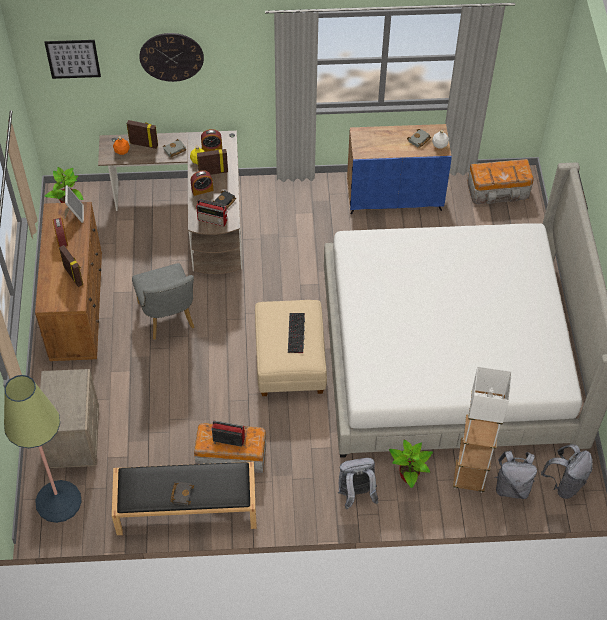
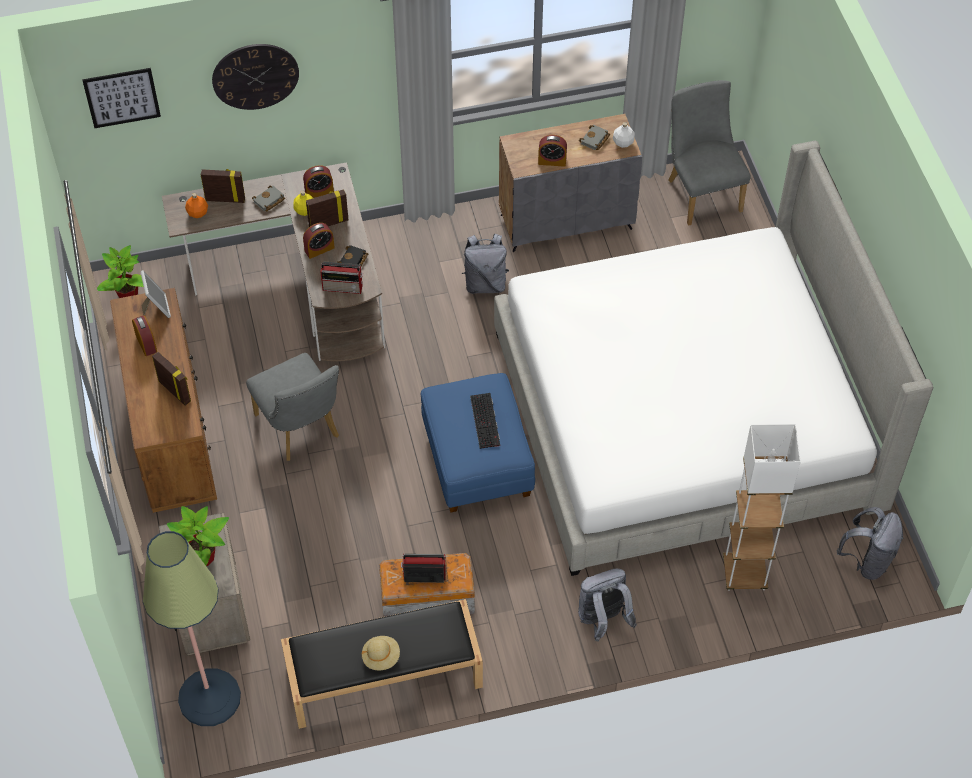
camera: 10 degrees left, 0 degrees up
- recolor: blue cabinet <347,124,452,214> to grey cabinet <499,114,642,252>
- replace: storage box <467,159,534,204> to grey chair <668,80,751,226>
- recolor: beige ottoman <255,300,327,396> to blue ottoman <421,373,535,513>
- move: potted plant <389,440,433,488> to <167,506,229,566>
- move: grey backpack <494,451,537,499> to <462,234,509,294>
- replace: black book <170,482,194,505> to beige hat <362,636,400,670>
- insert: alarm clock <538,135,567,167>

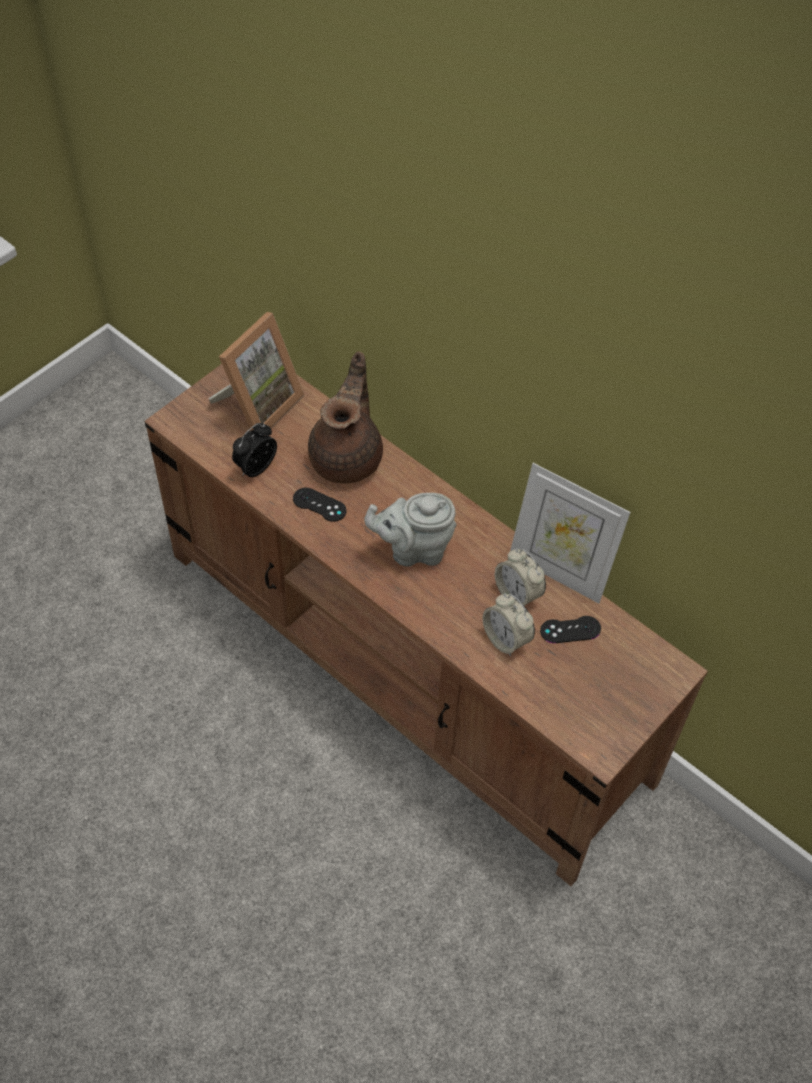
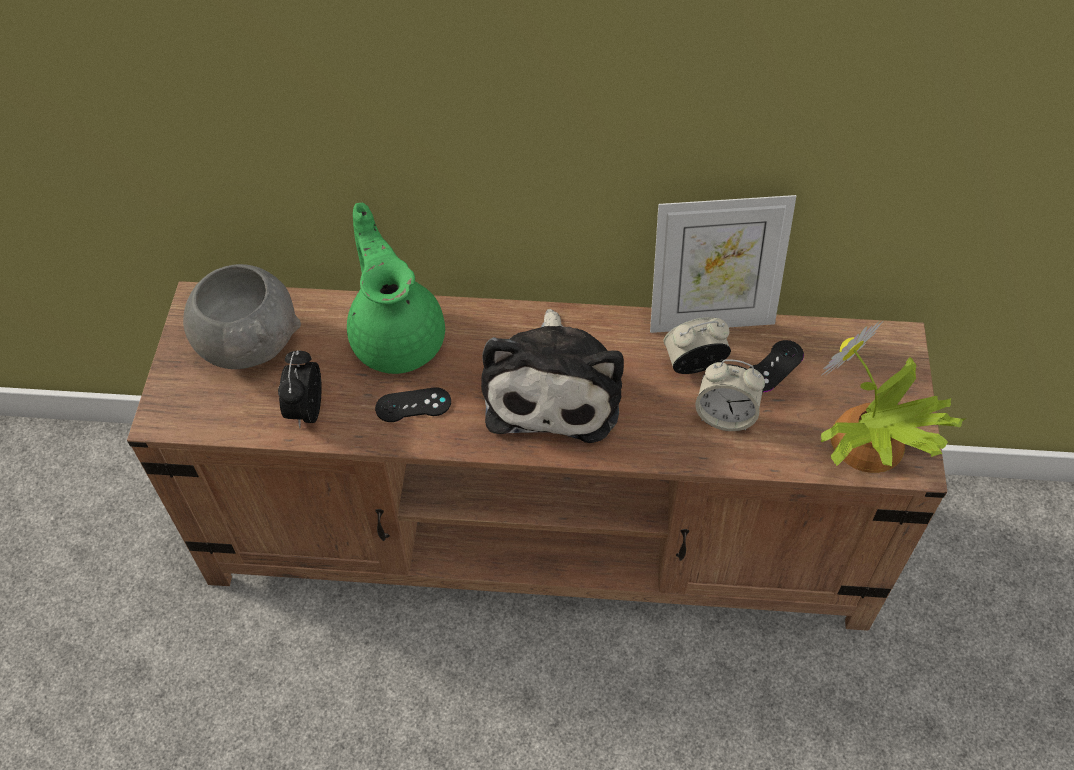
camera: 35 degrees left, 0 degrees up
- replace: picture frame <208,312,304,430> to grey bowl <183,264,301,369>
- recolor: brown teapot <308,351,383,483> to green teapot <347,203,445,374>
- replace: grey teapot <364,493,456,567> to plush toy <481,309,624,443>
- rotate: alarm clock <495,549,546,606> = <663,317,731,374> 150 degrees clockwise
- insert: potted plant <821,321,966,473>

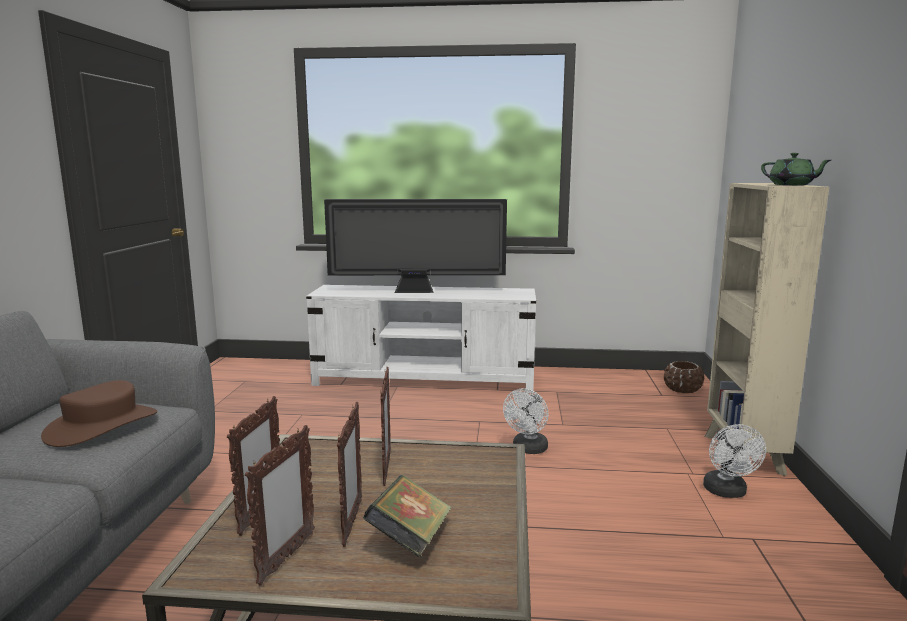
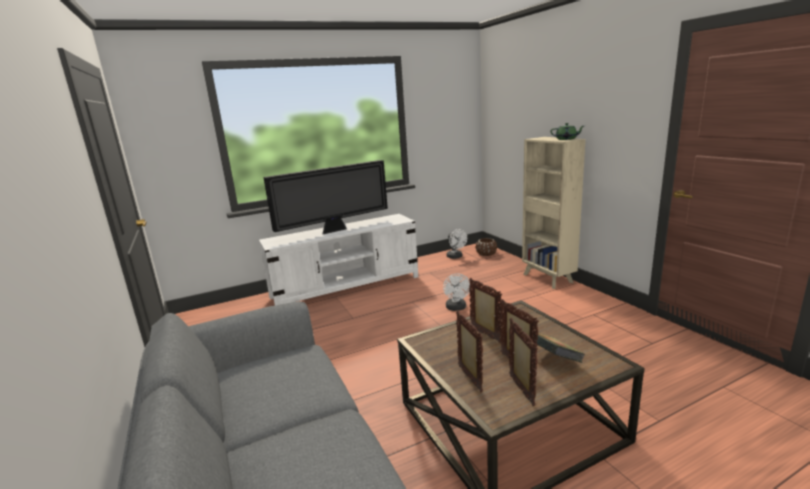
camera: 30 degrees left, 5 degrees up
- delete: brown hat <41,380,157,447>
- move: white fan <703,424,766,498> to <447,229,467,259>

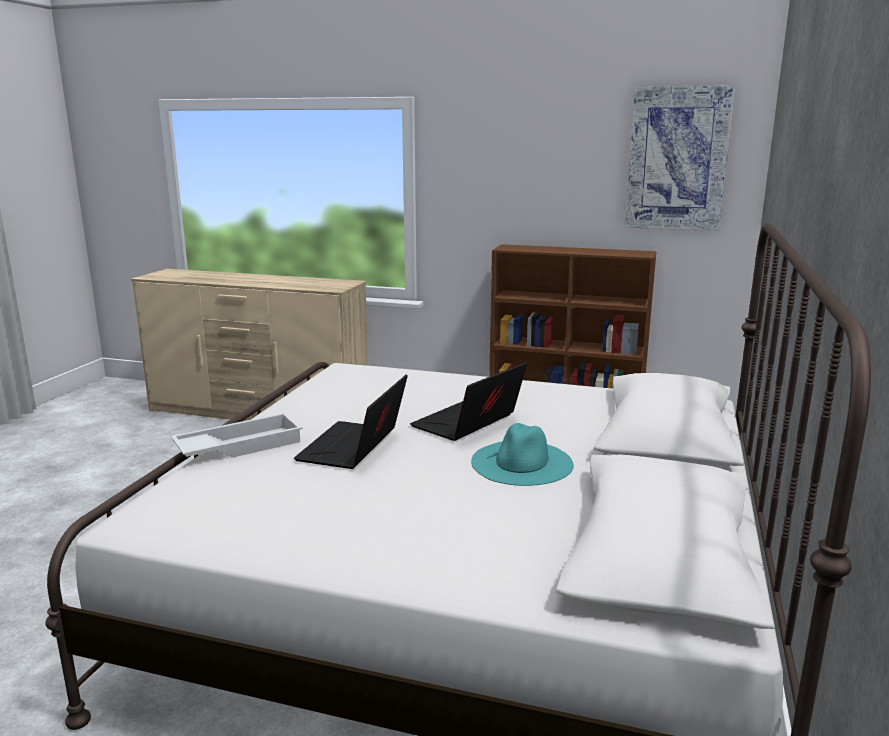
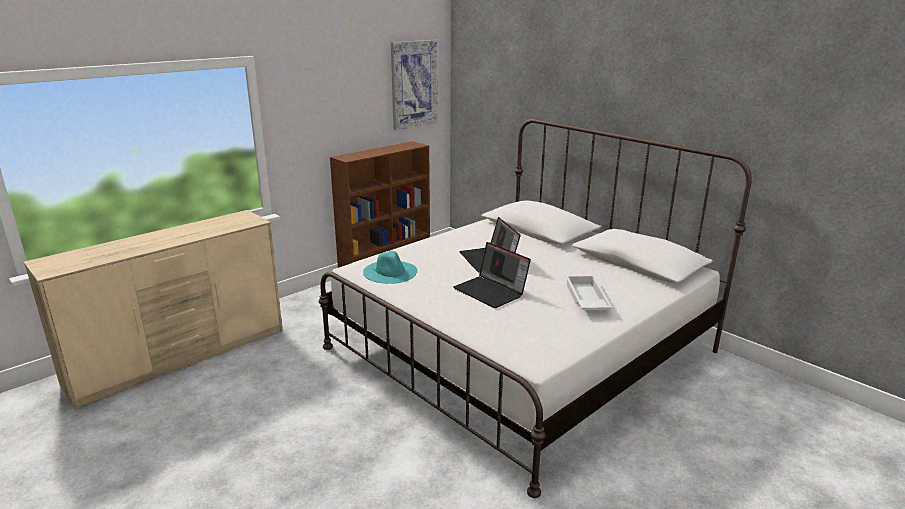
camera: 60 degrees left, 5 degrees up
- move: white tray <171,413,303,458> to <566,275,613,310>
- move: turquoise hat <471,423,574,486> to <363,251,417,284>

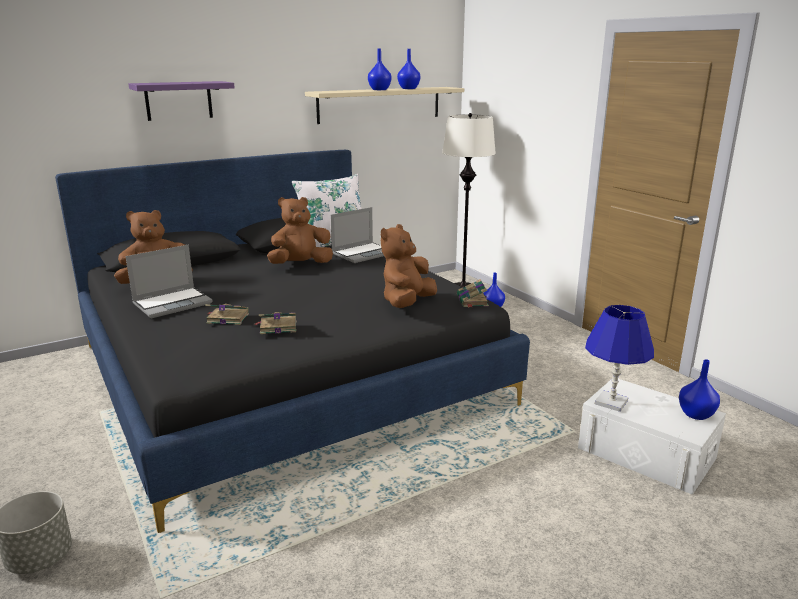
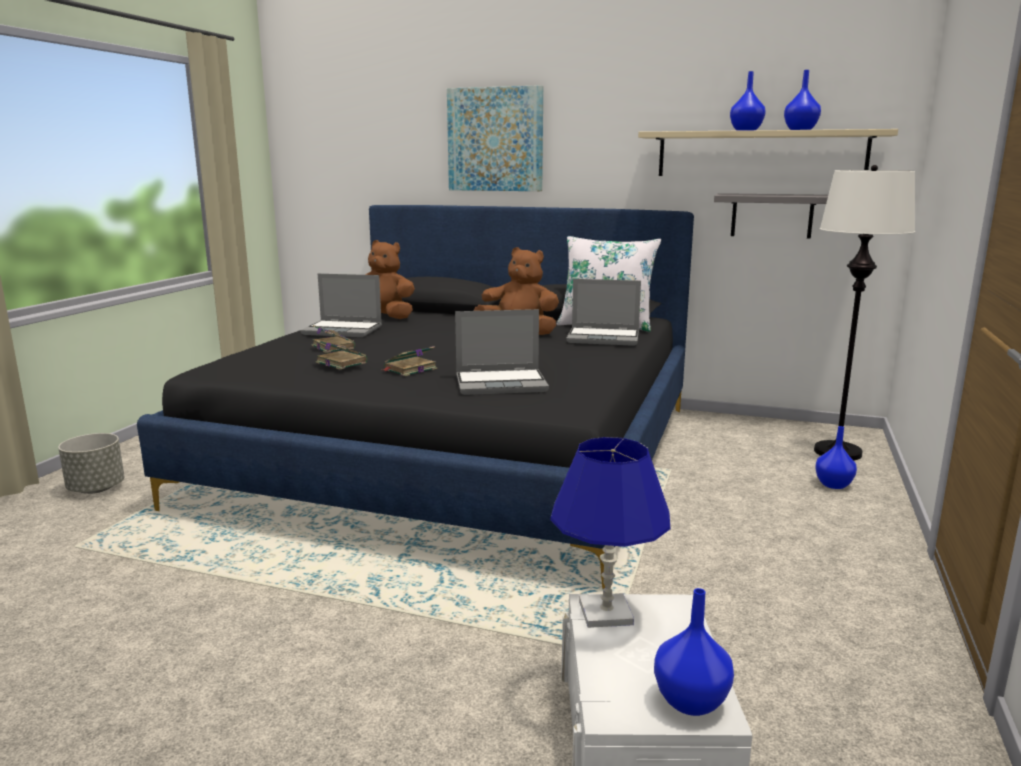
camera: 50 degrees right, 5 degrees down
- replace: purple shelf <129,81,235,121> to picture <447,85,543,191>
- replace: brown plush toy <381,224,437,308> to laptop <455,309,549,395>
- move: book <457,279,489,308> to <383,346,437,376>
- insert: grey shelf <714,193,828,239>

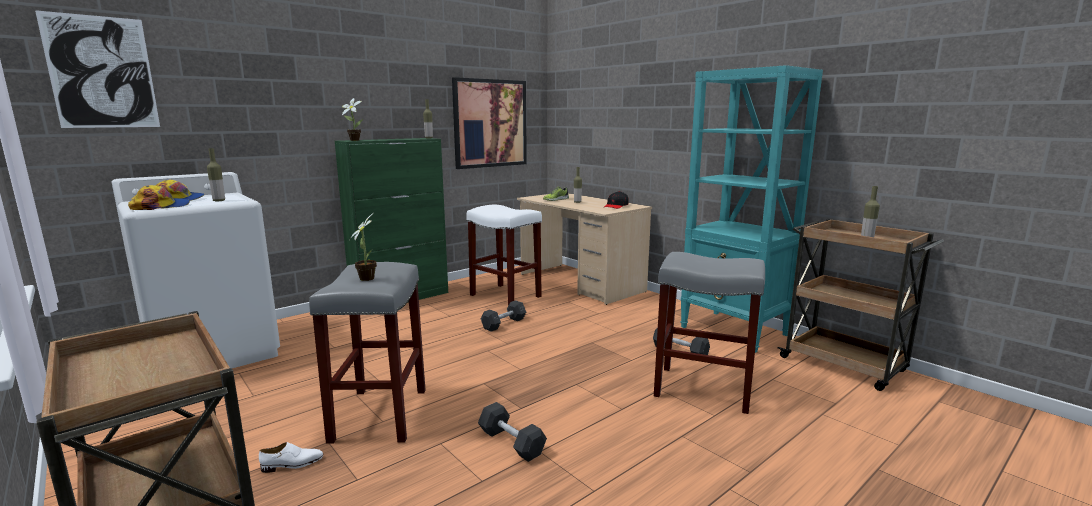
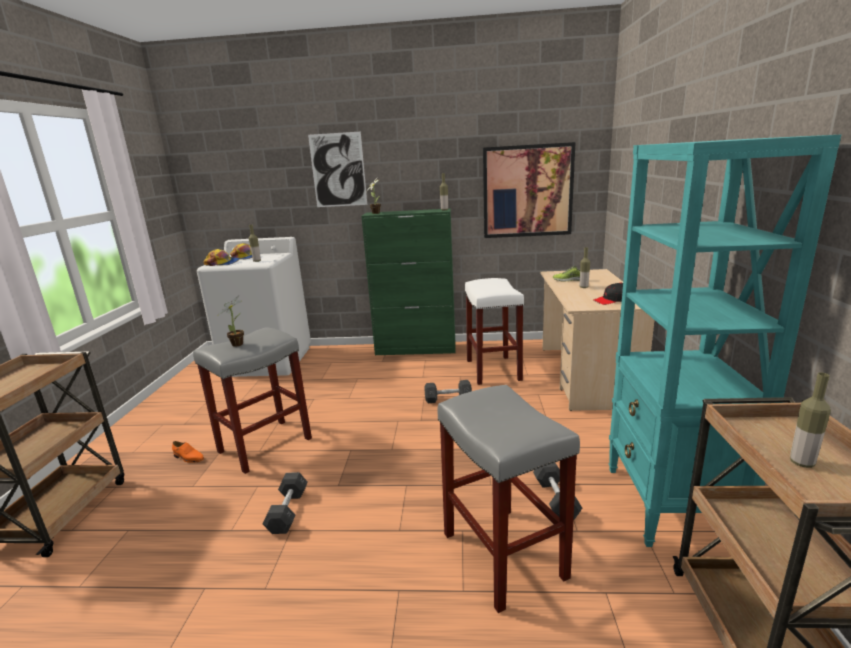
camera: 45 degrees right, 5 degrees up
- move: picture <35,10,160,128> to <308,131,367,207>
- recolor: white shoe <259,442,323,473> to orange shoe <172,441,204,463>

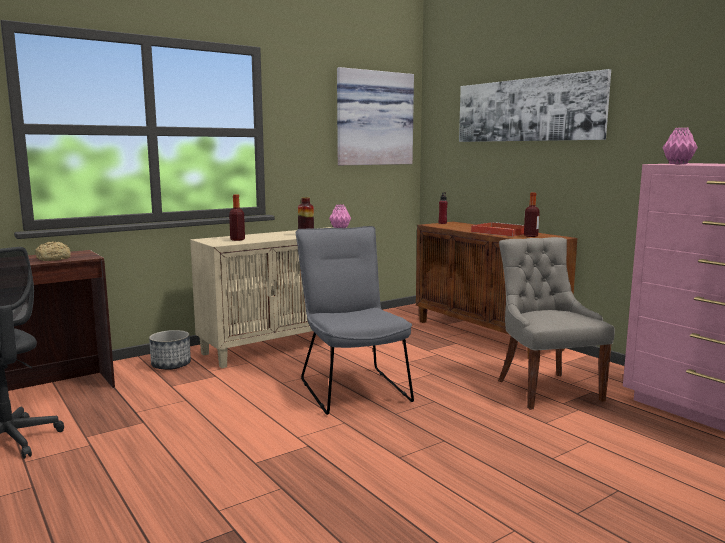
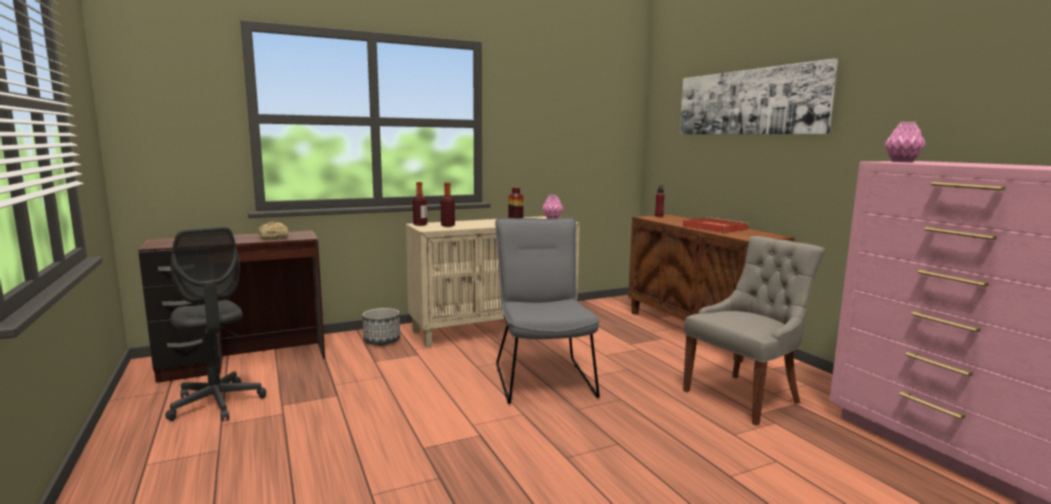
camera: 10 degrees right, 0 degrees up
- delete: picture <337,67,414,165>
- move: bottle <524,193,540,237> to <413,182,427,226>
- rotate: grey chair <498,237,615,410> = <683,236,825,425> 60 degrees clockwise

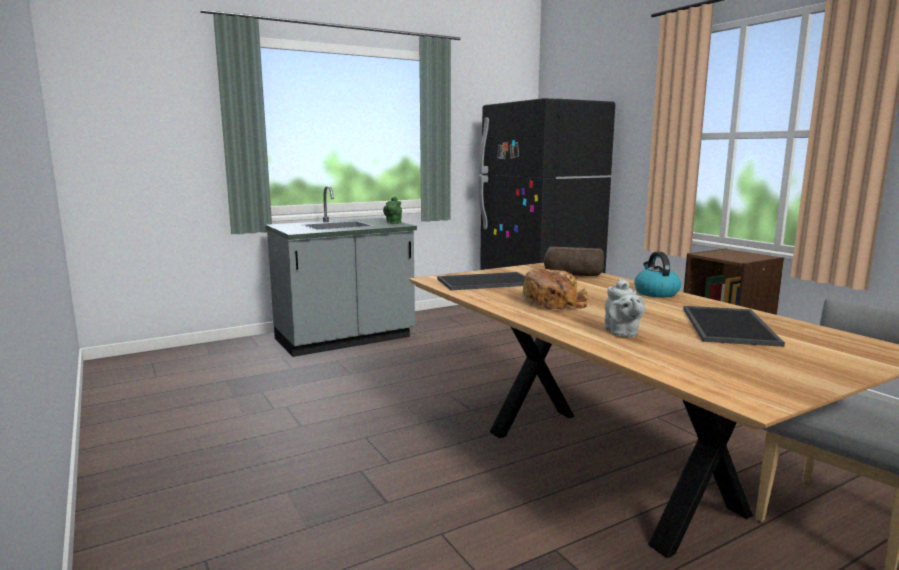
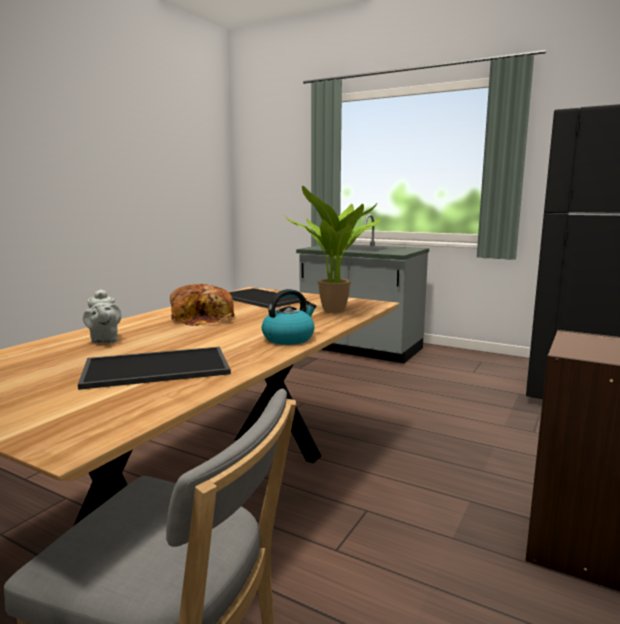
camera: 60 degrees right, 0 degrees up
- delete: green teapot <383,197,402,224>
- replace: bread <544,247,604,276> to potted plant <284,186,380,313>
- rotate: grey teapot <604,279,645,337> = <83,289,121,343> 75 degrees counterclockwise

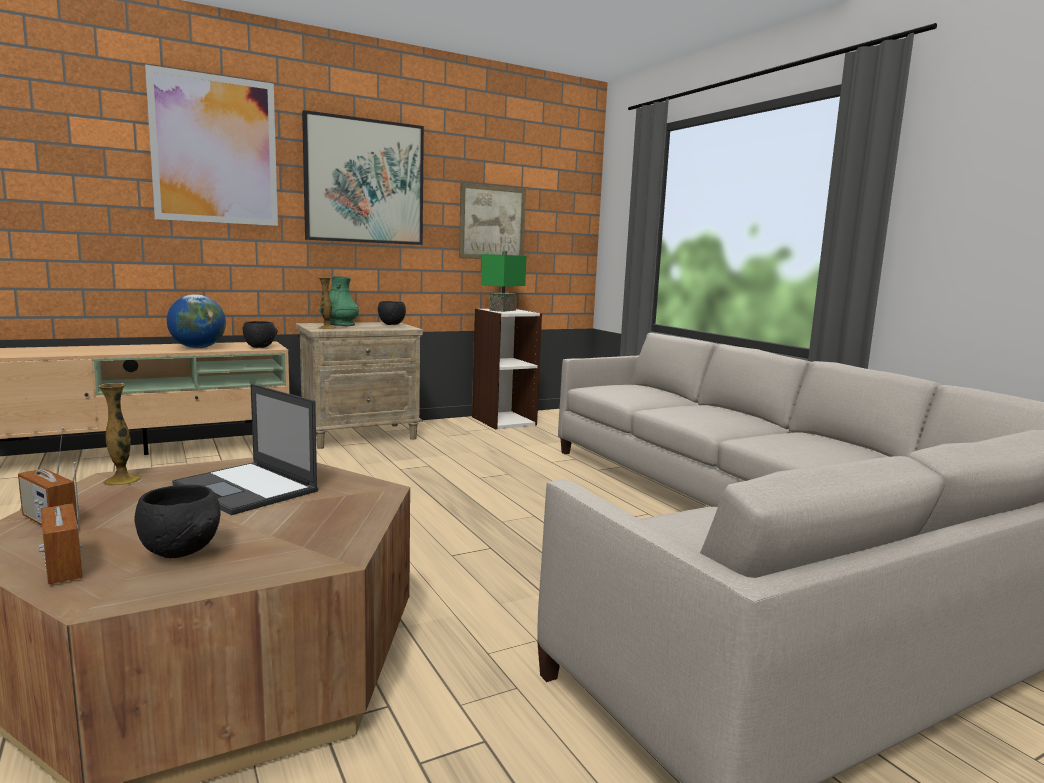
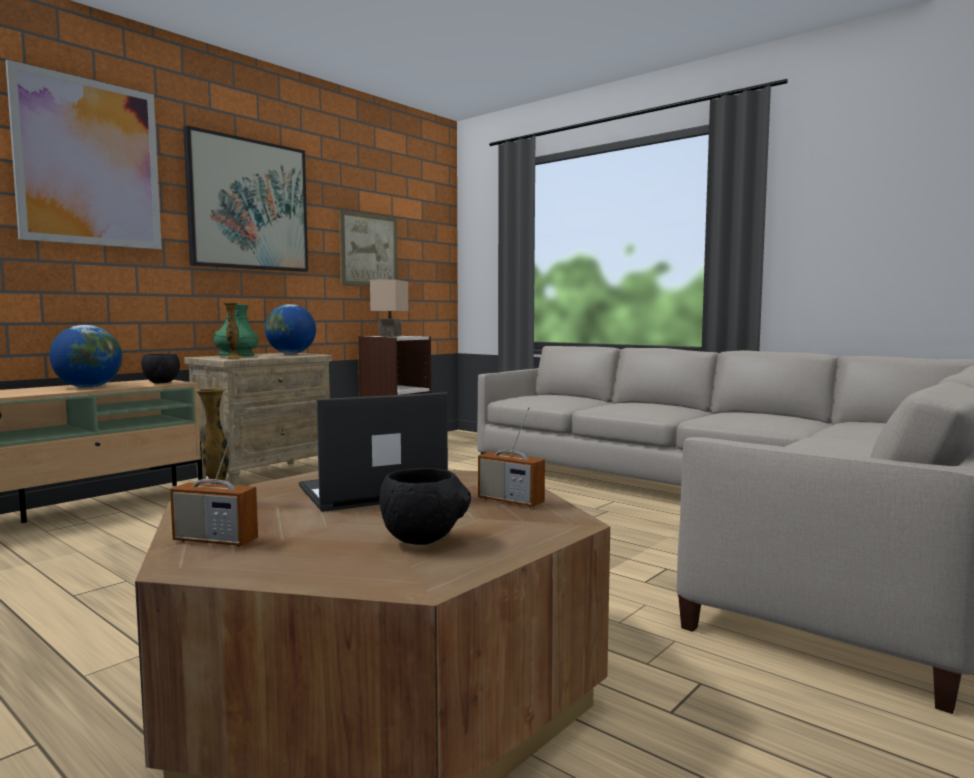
camera: 20 degrees left, 5 degrees down
- recolor: green table lamp <481,251,526,312> to beige table lamp <370,276,408,337>
- replace: black bowl <378,301,406,325> to globe <265,304,316,354>
- rotate: laptop <172,384,318,515> = <299,392,448,512> 135 degrees clockwise
- move: radio <39,462,83,584> to <478,407,545,507>

